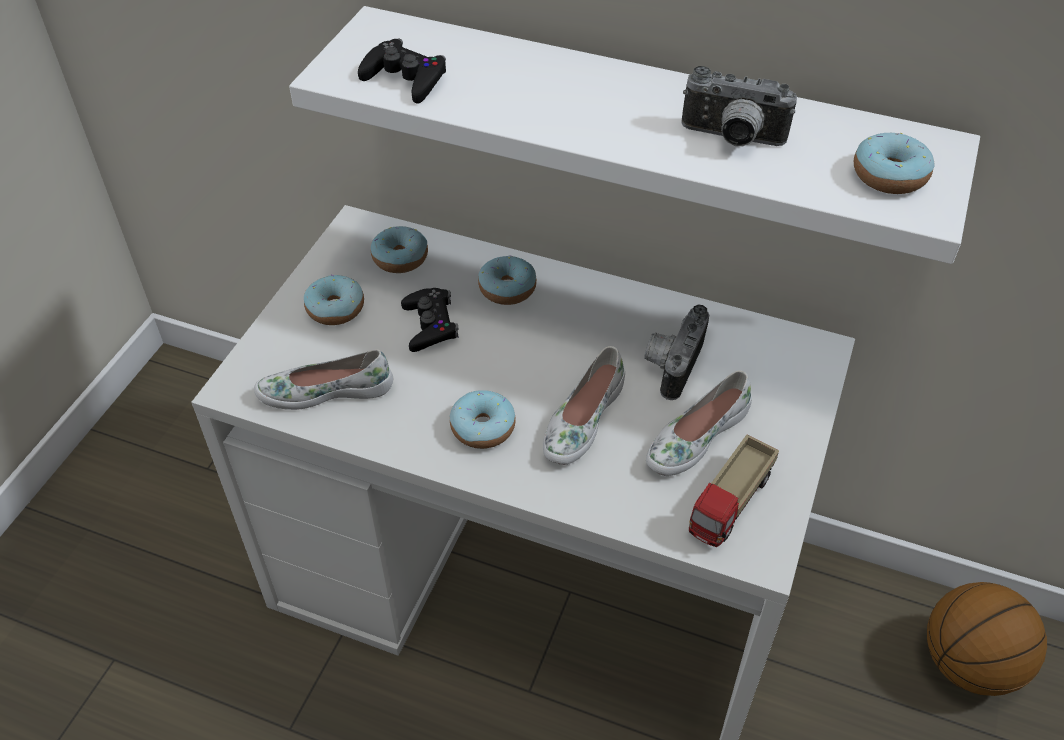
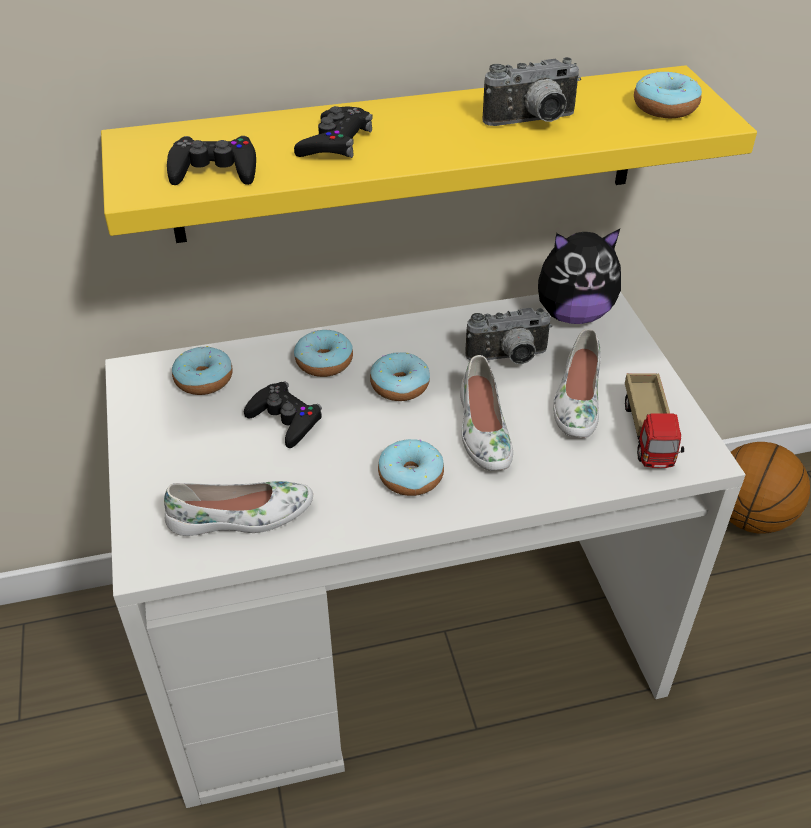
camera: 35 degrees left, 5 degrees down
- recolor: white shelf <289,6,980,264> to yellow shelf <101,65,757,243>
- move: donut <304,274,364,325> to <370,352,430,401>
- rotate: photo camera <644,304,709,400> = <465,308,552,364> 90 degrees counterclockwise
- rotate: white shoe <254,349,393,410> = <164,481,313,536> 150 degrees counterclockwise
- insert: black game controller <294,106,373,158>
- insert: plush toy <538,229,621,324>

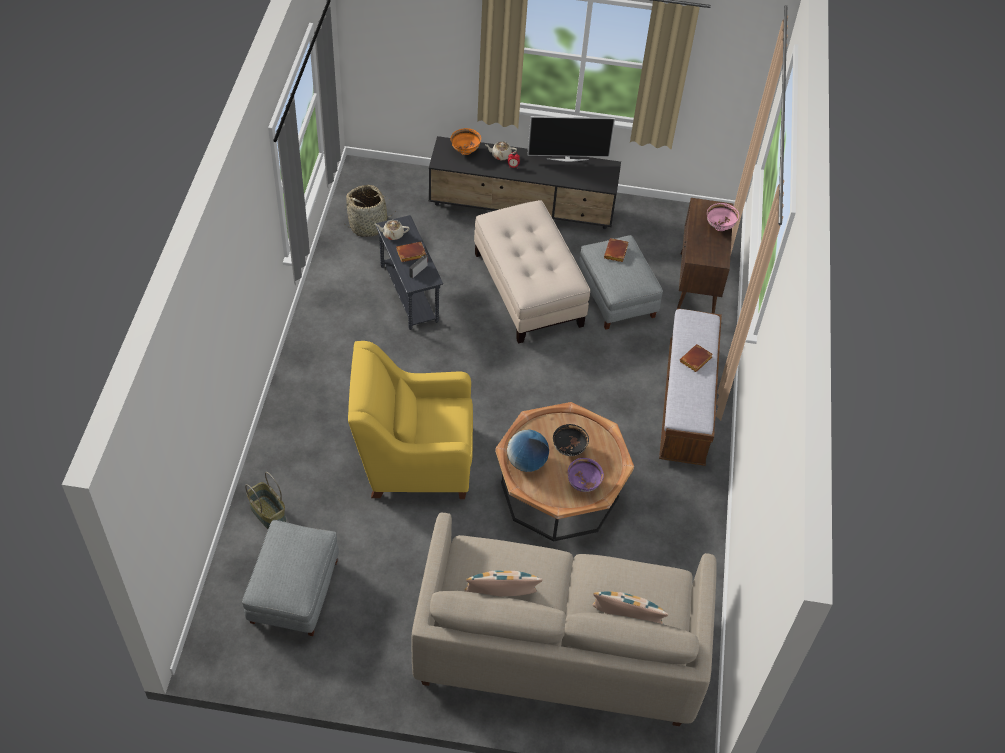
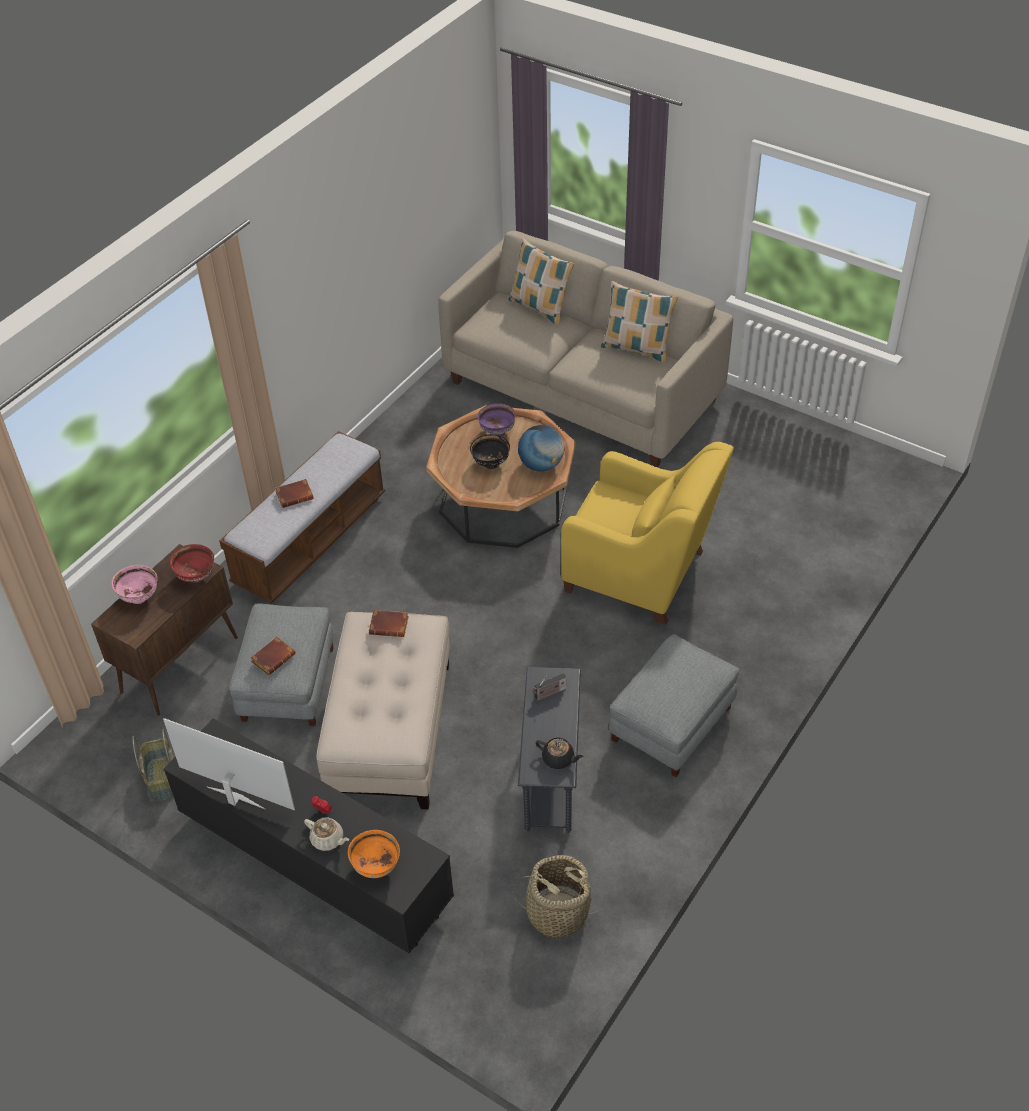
camera: 150 degrees left, 5 degrees down
- recolor: beige teapot <375,220,410,240> to black teapot <536,737,584,769>
- move: brown book <396,242,426,262> to <369,610,409,637>
- move: basket <245,472,286,529> to <132,729,174,801>
- move: grey ottoman <242,520,339,636> to <609,634,739,777>
- insert: red bowl <170,544,214,583>

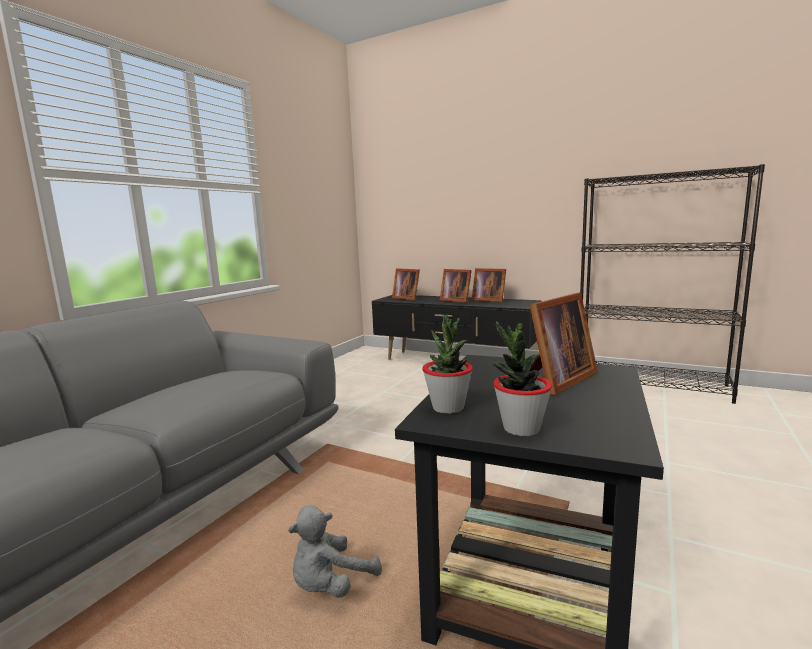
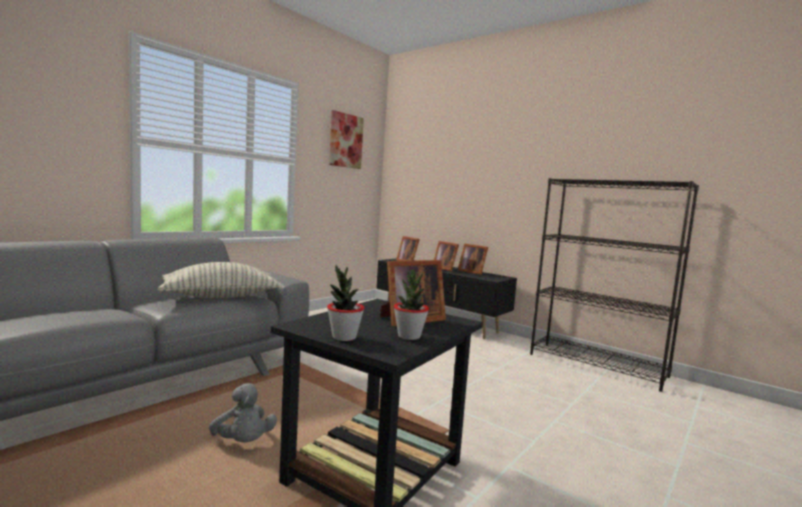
camera: 10 degrees right, 5 degrees down
- move: potted plant <422,314,473,414> to <394,269,429,340>
- rotate: grey plush toy <288,505,382,598> = <209,383,277,443> 90 degrees counterclockwise
- insert: picture <329,110,364,169>
- insert: pillow <158,262,282,299>

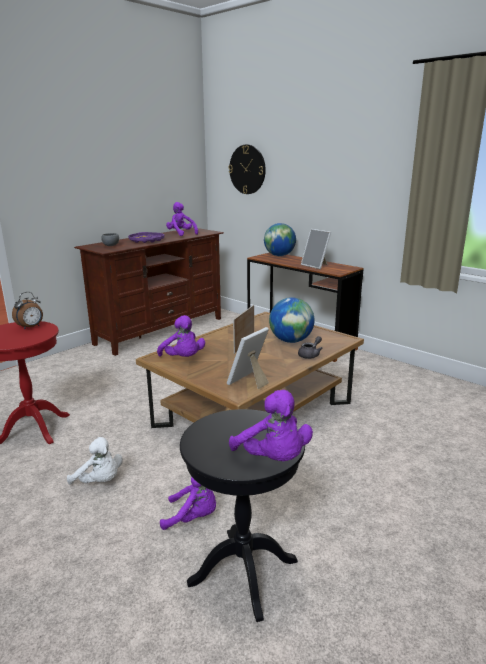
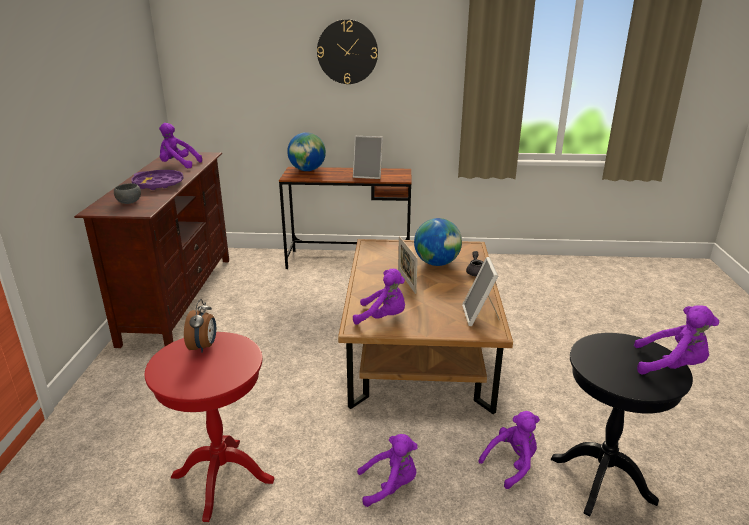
camera: 40 degrees left, 5 degrees up
- move: wall clock <228,144,266,194> to <317,19,378,84>
- recolor: white plush toy <67,437,123,485> to purple plush toy <357,434,418,507>

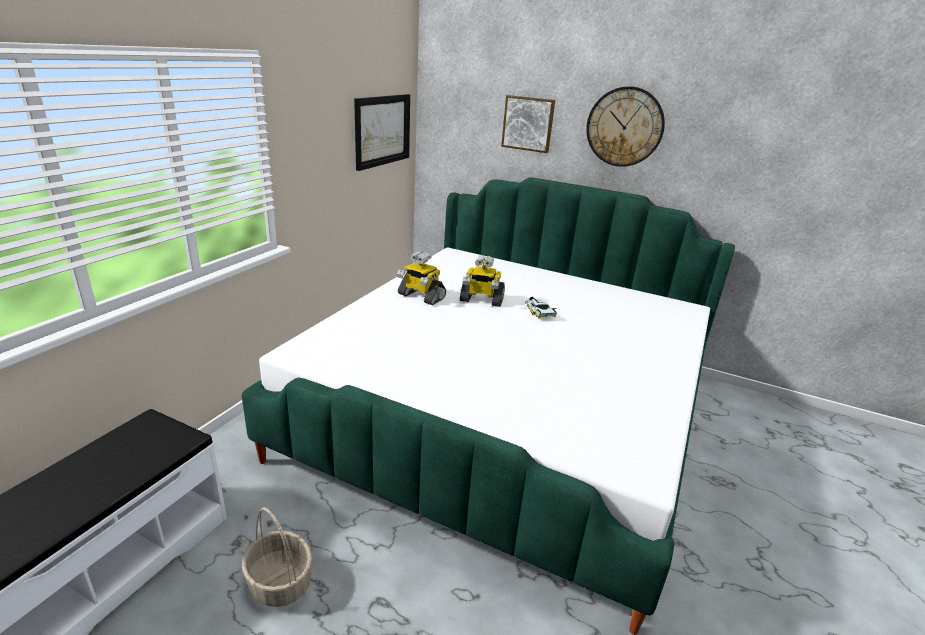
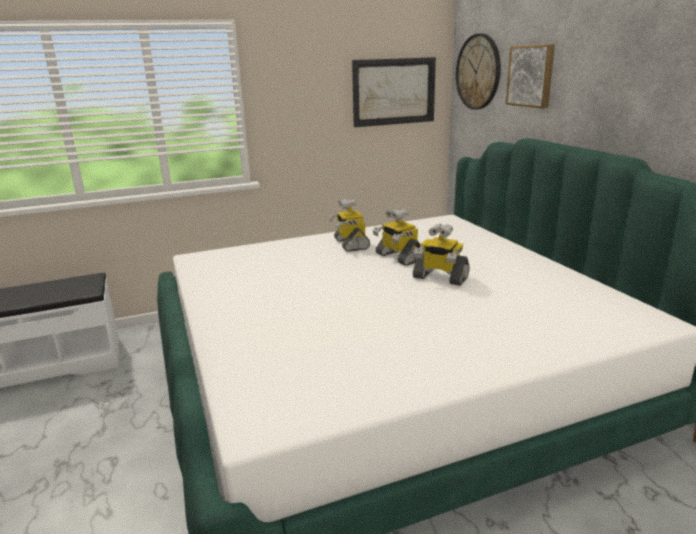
camera: 45 degrees right, 5 degrees down
- move: wall clock <586,86,665,167> to <456,33,501,110>
- replace: toy car <525,297,557,318> to toy robot <413,224,470,286>
- delete: basket <242,507,312,607>

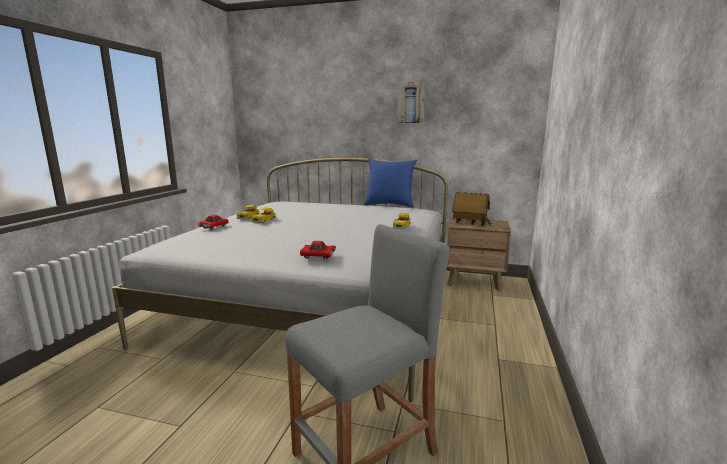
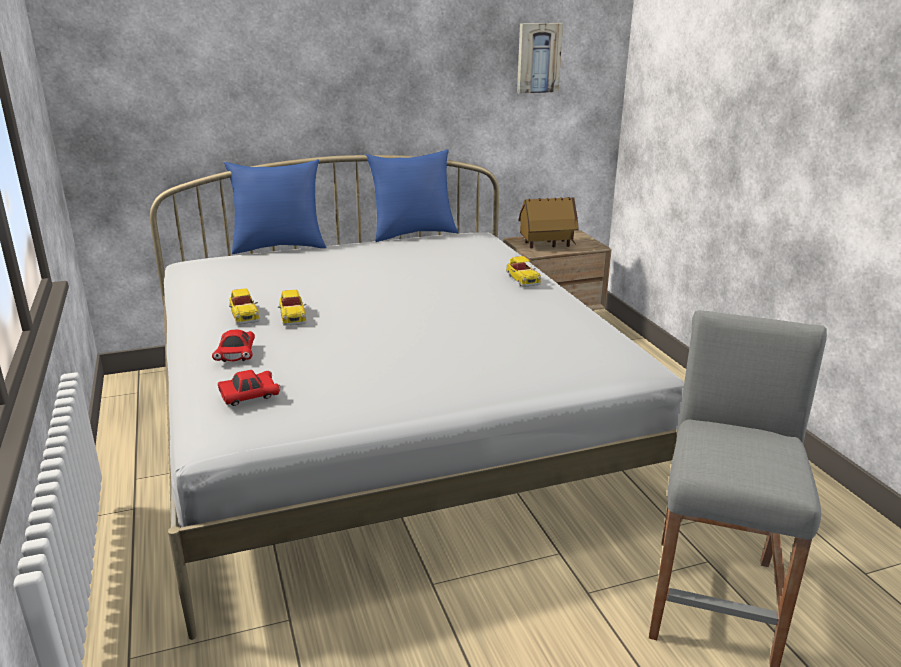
camera: 35 degrees left, 10 degrees up
- move: picture <397,82,425,123> to <517,23,563,94>
- move: red toy car <300,241,336,259> to <218,370,281,406>
- insert: blue pillow <224,159,326,254>

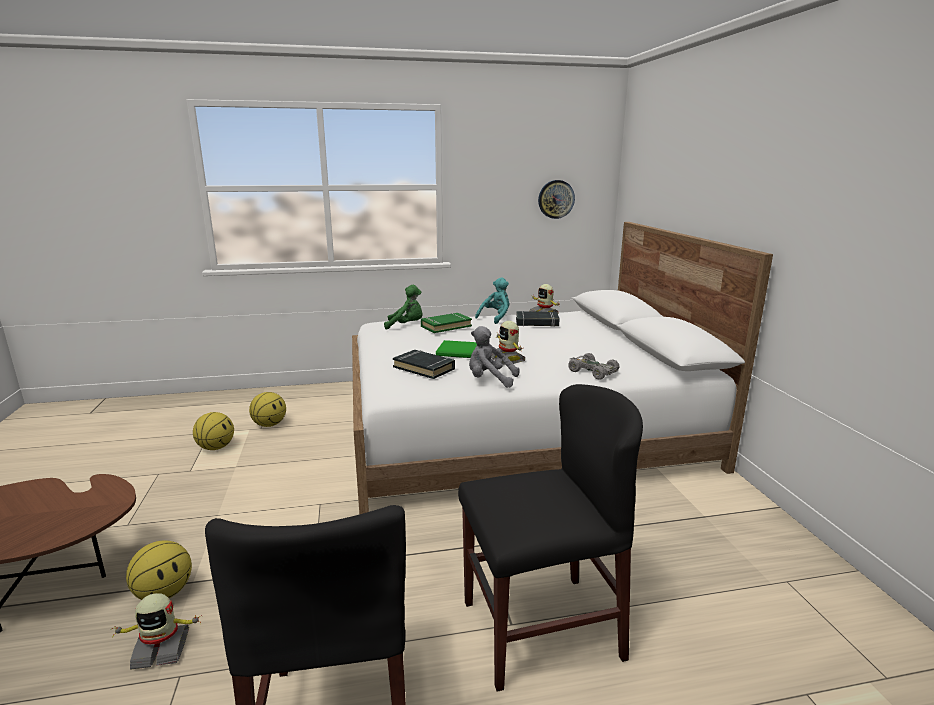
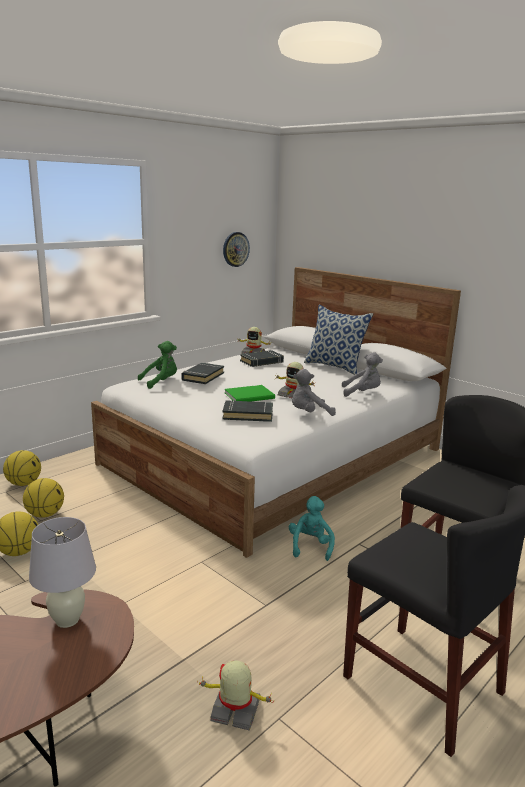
camera: 35 degrees left, 0 degrees up
- move: turquoise plush toy <475,278,509,324> to <289,496,335,561>
- recolor: green book <421,313,472,333> to black book <181,363,224,384>
- replace: grey toy car <568,353,620,380> to grey plush toy <342,352,383,397>
- move: basketball <126,540,192,600> to <3,450,41,486>
- rotate: toy robot <112,593,202,670> = <197,660,275,731> 120 degrees counterclockwise
- insert: pillow <304,305,373,375>
- insert: white table lamp <29,517,96,628>

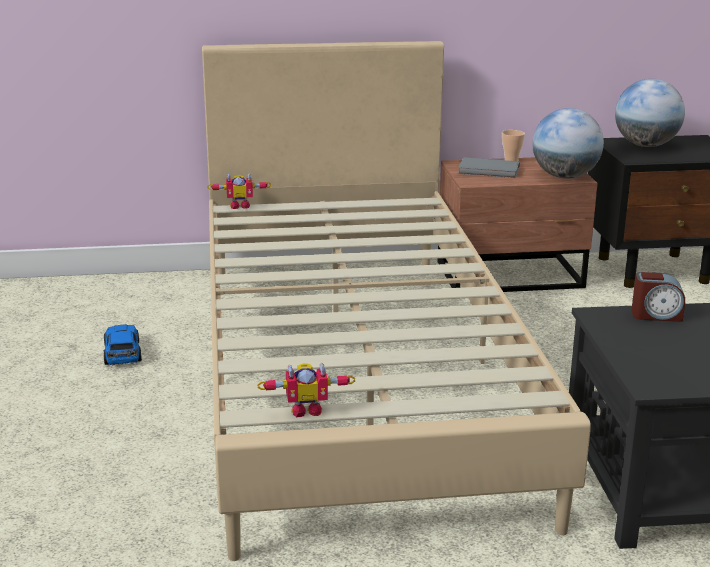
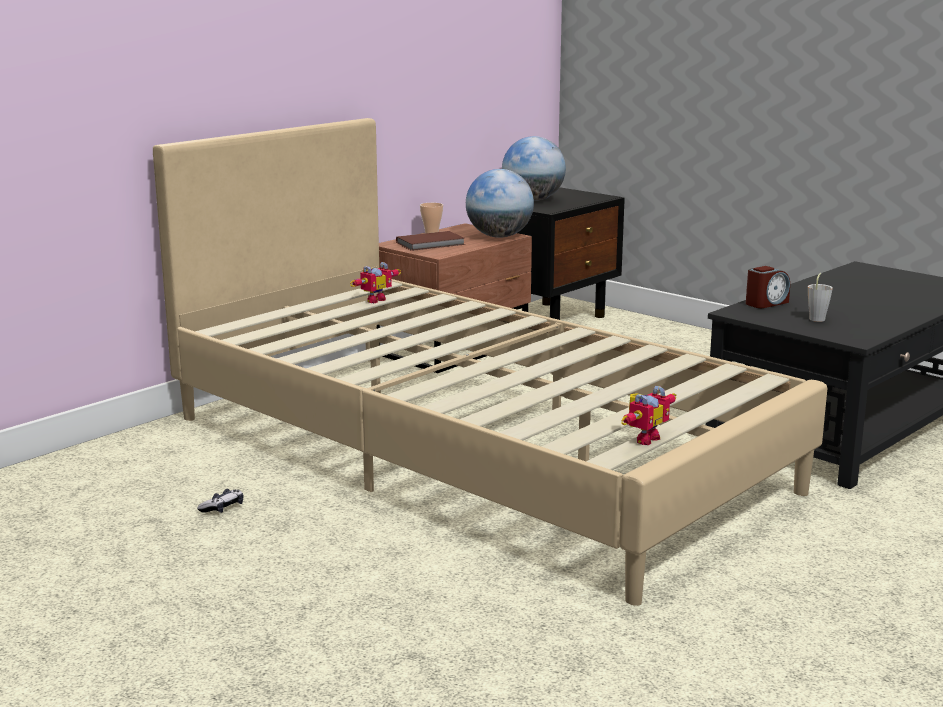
camera: 40 degrees left, 5 degrees down
- recolor: grey book <458,157,520,178> to brown book <396,231,465,251>
- move: toy robot <207,173,271,209> to <350,262,401,304>
- replace: toy car <104,324,142,365> to game controller <197,489,244,513>
- insert: grey cup <808,273,833,322>

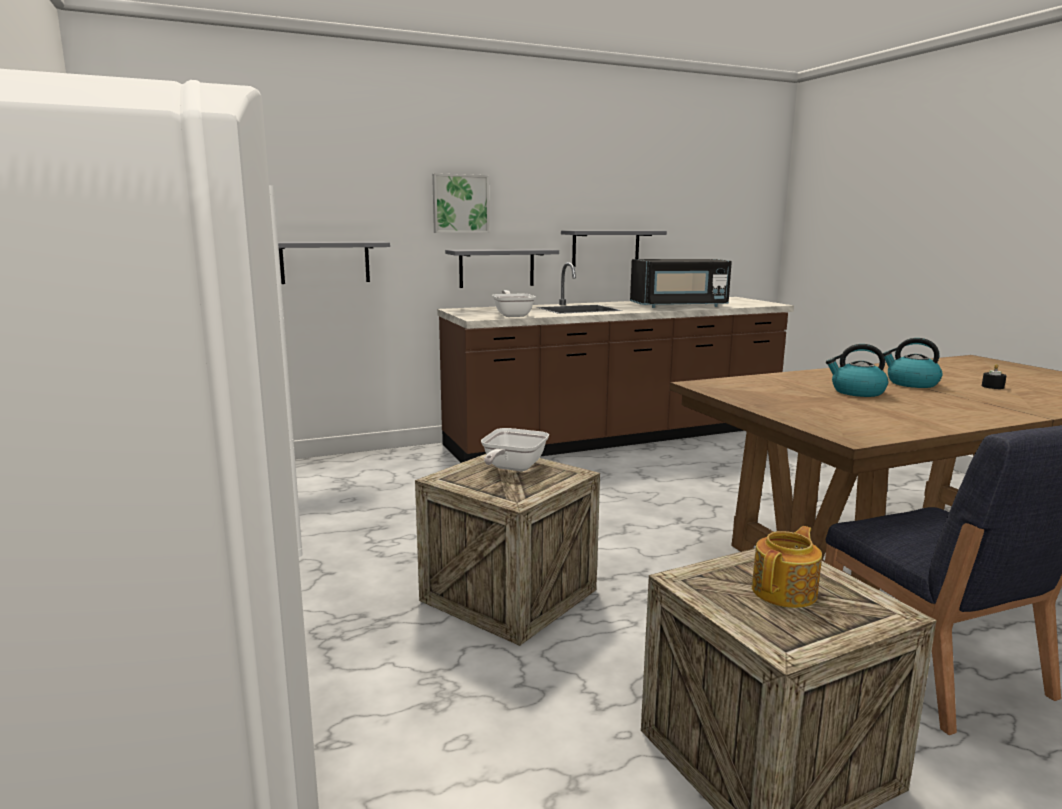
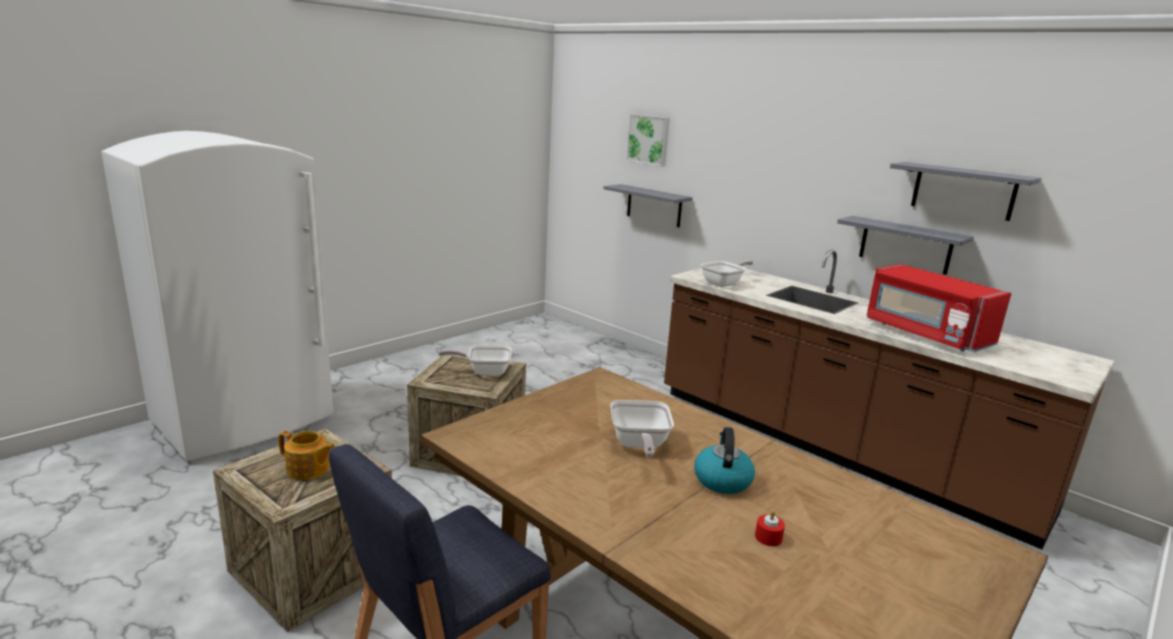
camera: 65 degrees right, 5 degrees up
- move: picture <432,173,489,233> to <626,114,670,167>
- move: grey shelf <445,249,559,288> to <890,162,1041,221>
- recolor: black microwave <630,259,732,308> to red microwave <866,264,1011,352>
- replace: kettle <826,344,888,397> to frying pan <610,400,674,457>
- recolor: black candle <982,364,1007,389> to red candle <755,510,785,546>

